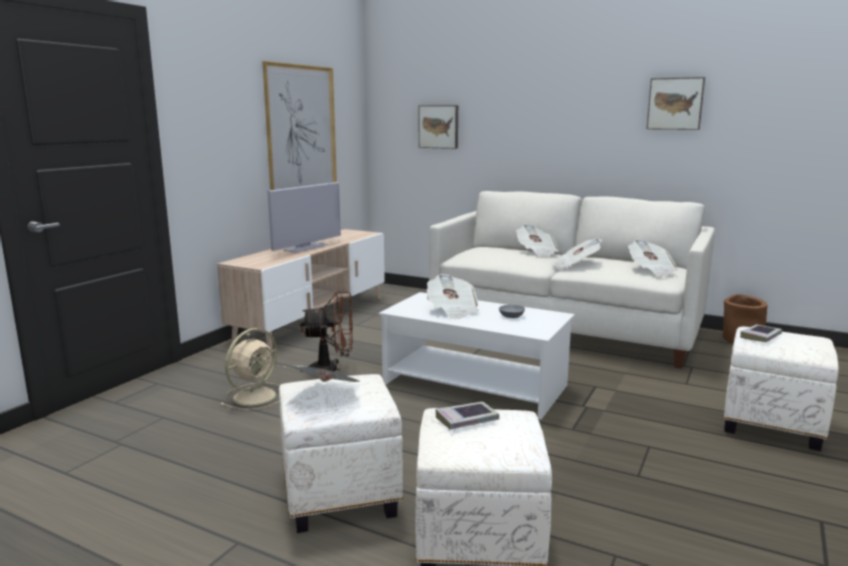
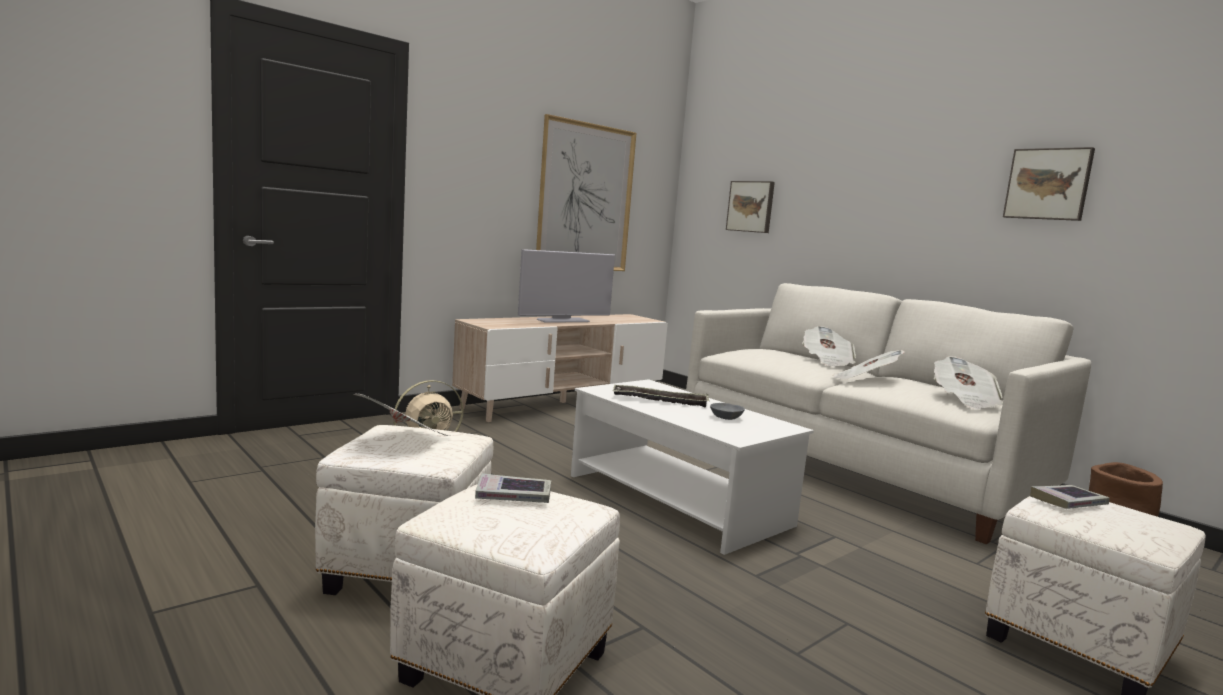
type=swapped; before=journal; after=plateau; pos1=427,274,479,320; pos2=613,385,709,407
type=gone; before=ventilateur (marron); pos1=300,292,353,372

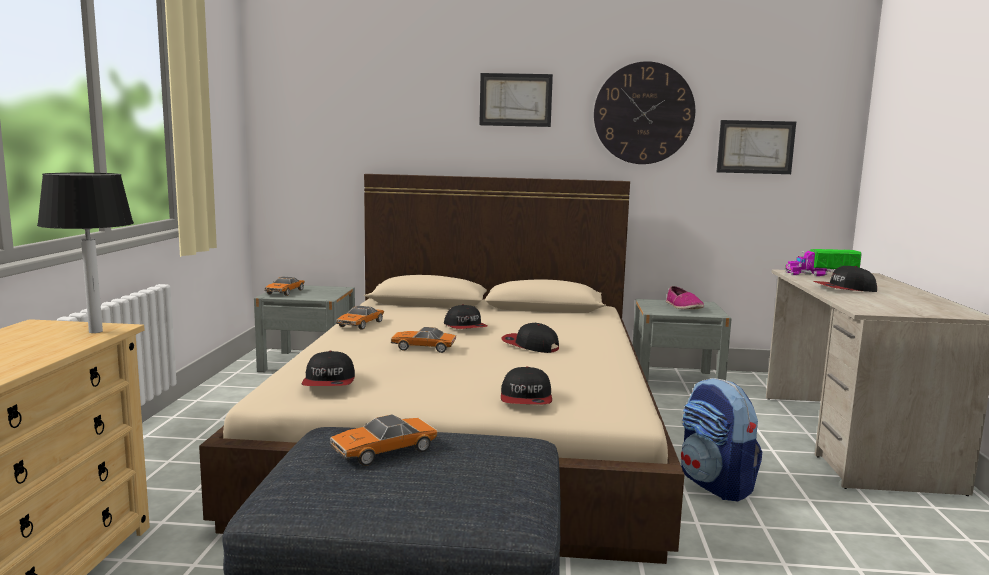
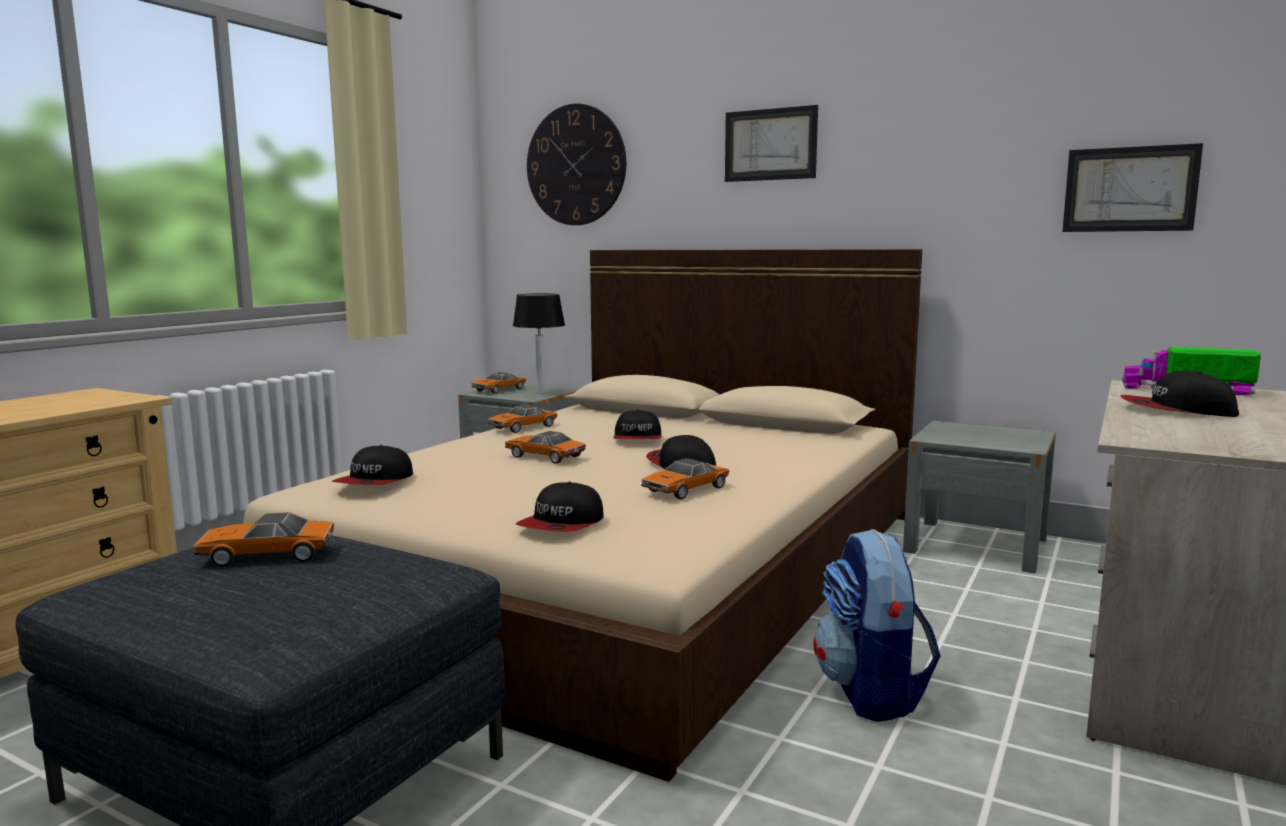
type=shifted; before=horloge murale; pos1=594,61,695,164; pos2=527,104,626,225
type=shifted; before=lampe de table; pos1=37,173,134,333; pos2=513,293,565,394
type=gone; before=chaussure; pos1=666,286,704,310
type=new; after=petite voiture; pos2=641,458,730,499

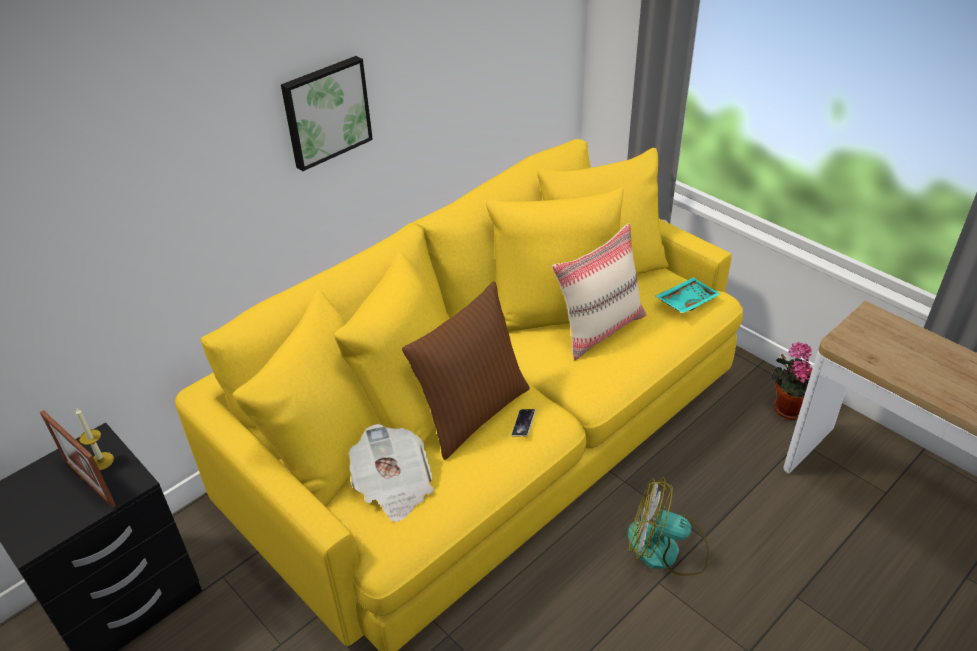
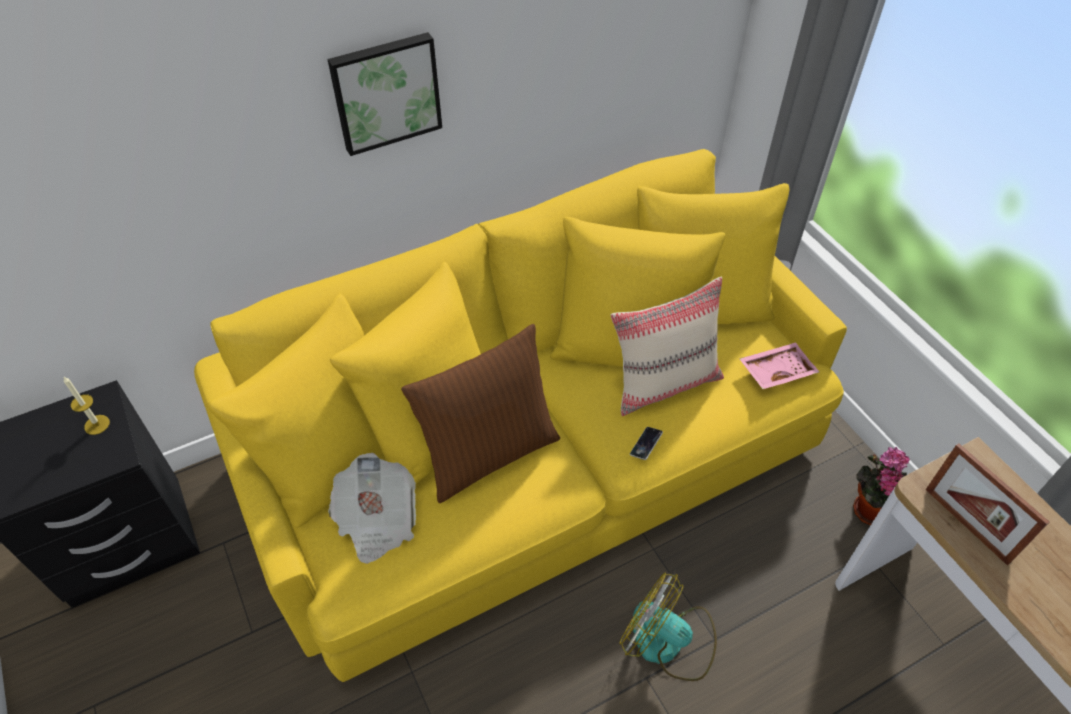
type=repainted; before=plateau (turquoise); after=plateau (rose); pos1=656,277,721,313; pos2=739,342,819,389
type=shifted; before=téléphone; pos1=511,409,536,437; pos2=630,427,663,460
type=shifted; before=cadre photo; pos1=40,410,116,508; pos2=926,443,1049,565

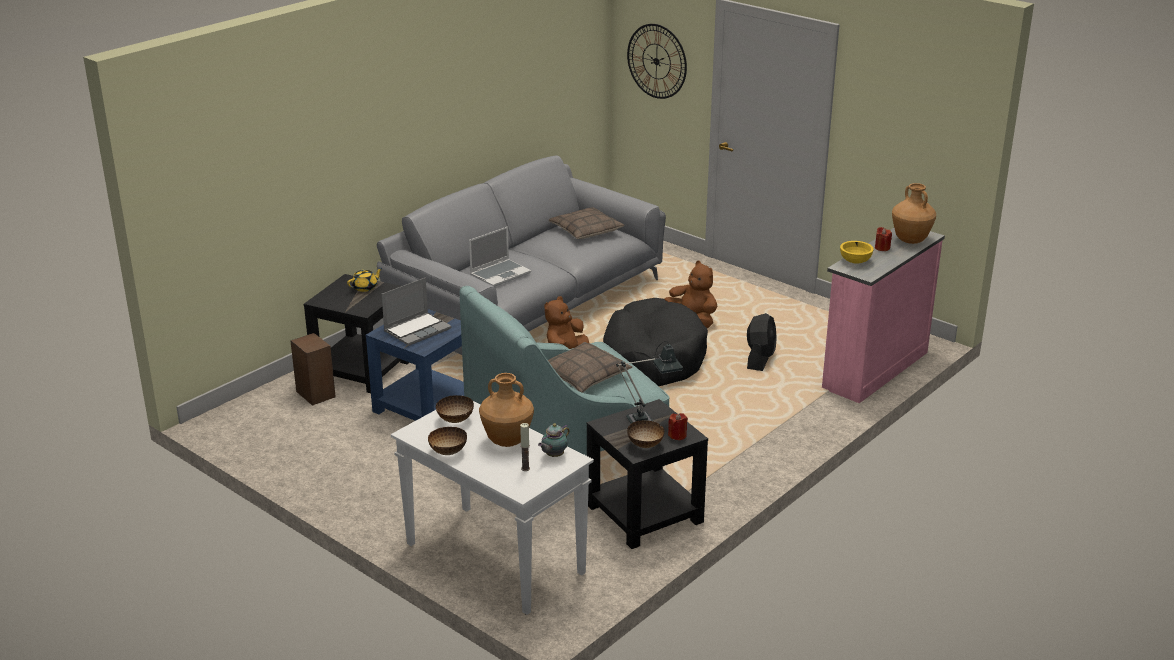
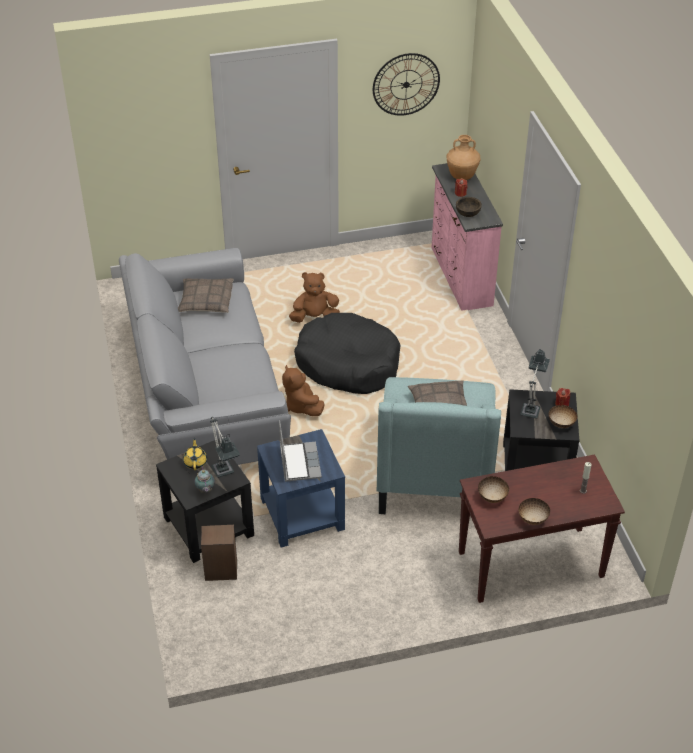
type=shifted; before=horloge murale; pos1=627,24,687,99; pos2=373,53,440,116
type=gone; before=ordinateur portable; pos1=469,227,531,287
type=repainted; before=bol (jaune); after=bol (marron); pos1=840,241,874,264; pos2=456,197,482,217
type=gone; before=ventilateur (noir); pos1=747,313,777,371
type=gone; before=vase (marron); pos1=479,373,534,447
type=repainted; before=table console (blanc); after=table console (marron); pos1=391,400,594,615; pos2=459,455,625,603
type=shifted; before=théière; pos1=538,423,570,457; pos2=194,466,215,493
type=new; after=lampe de table; pos2=210,417,240,478

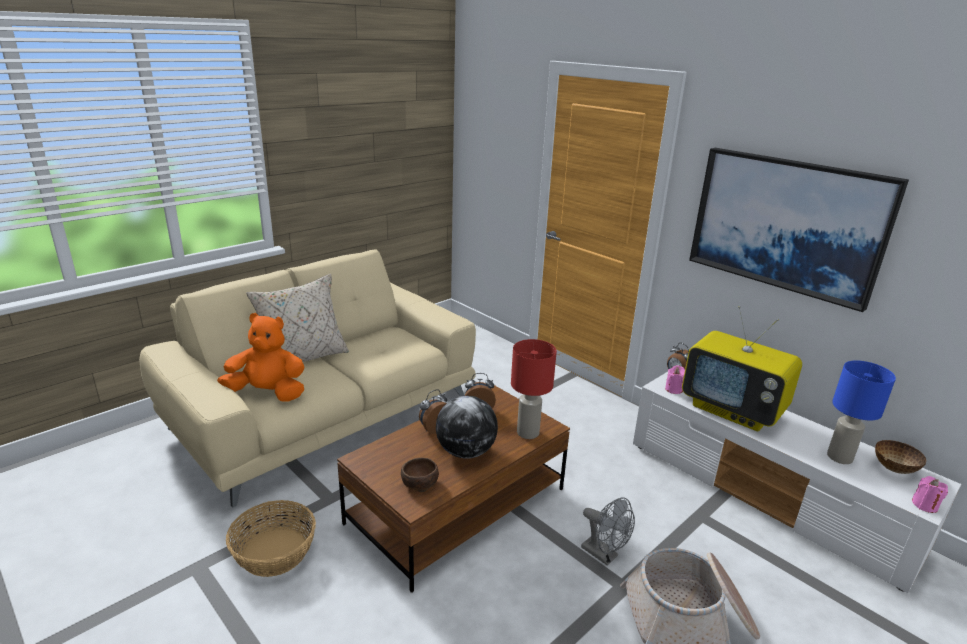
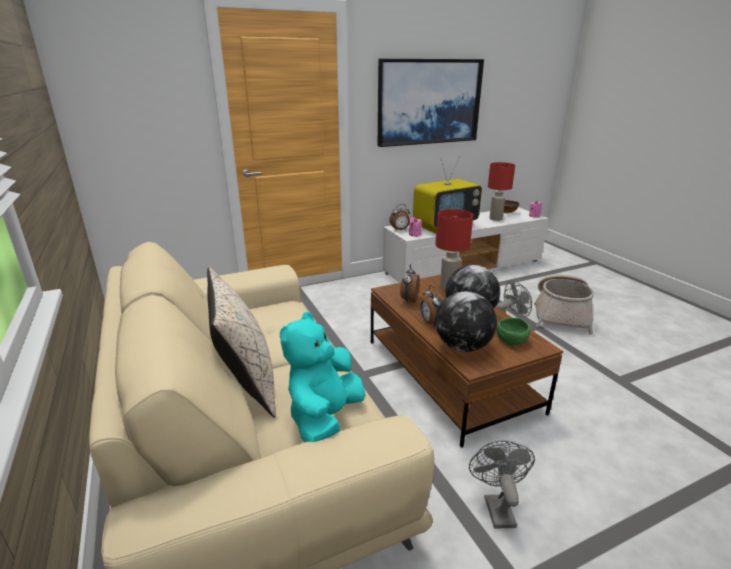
type=repainted; before=peluche (orange); after=peluche (turquoise); pos1=217,313,305,402; pos2=280,311,365,442
type=repainted; before=lampe de table (bleu); after=lampe de table (rouge); pos1=827,360,896,464; pos2=488,162,515,221
type=repainted; before=bol (marron); after=bol (vert); pos1=401,458,439,492; pos2=496,318,530,346
type=swapped; before=panier; after=ventilateur (gris); pos1=226,500,316,577; pos2=469,440,535,529
type=new; after=globe; pos2=435,291,497,352

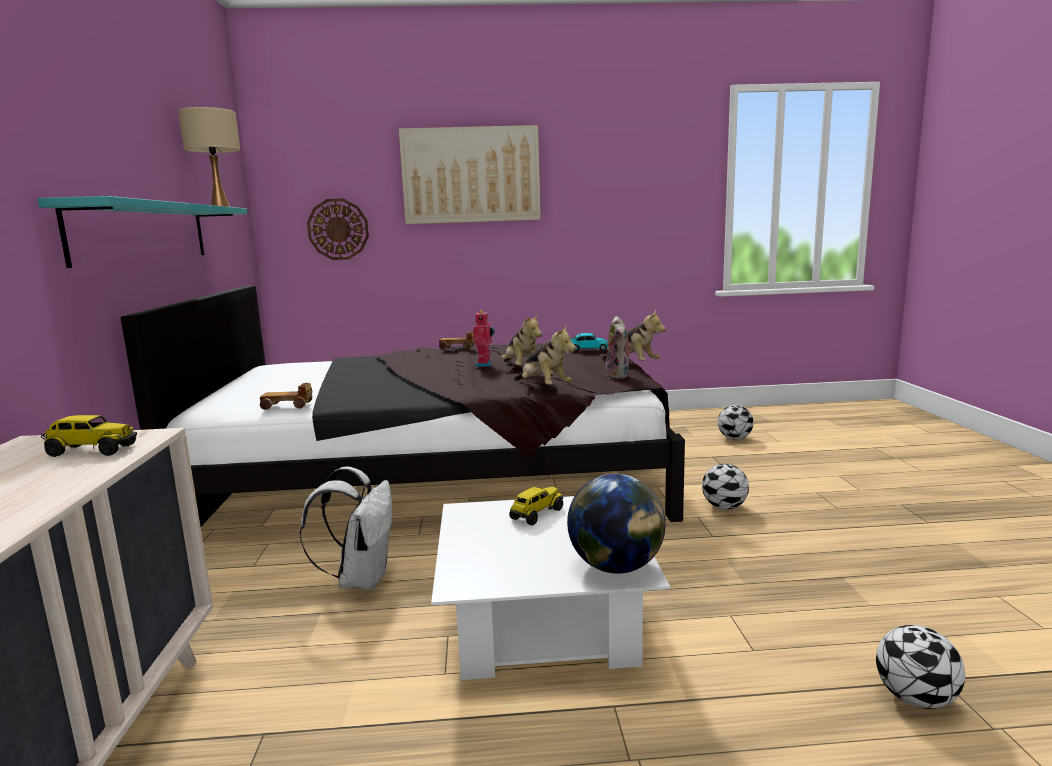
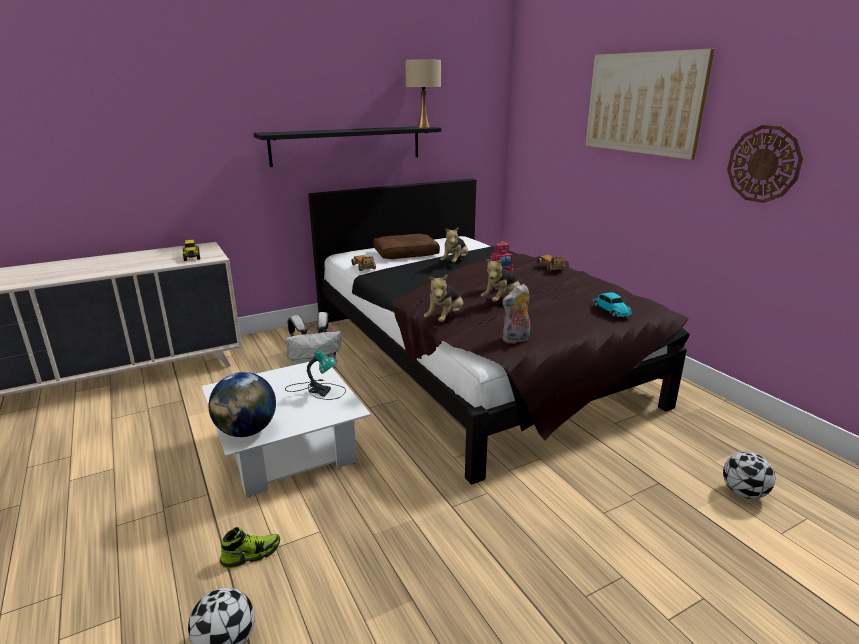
type=repainted; before=étagère (turquoise); after=étagère (noir); pos1=38,196,247,268; pos2=253,126,441,167
type=shifted; before=horloge murale; pos1=307,199,369,260; pos2=727,125,803,203
type=shifted; before=peluche; pos1=602,310,666,361; pos2=440,227,468,263
type=gone; before=ballon de foot; pos1=702,464,749,510
type=swapped; before=camion jouet; after=lampe de table; pos1=509,487,563,525; pos2=285,350,346,400
type=new; after=coussin (marron); pos2=373,234,440,259
type=new; after=chaussure; pos2=220,527,280,569

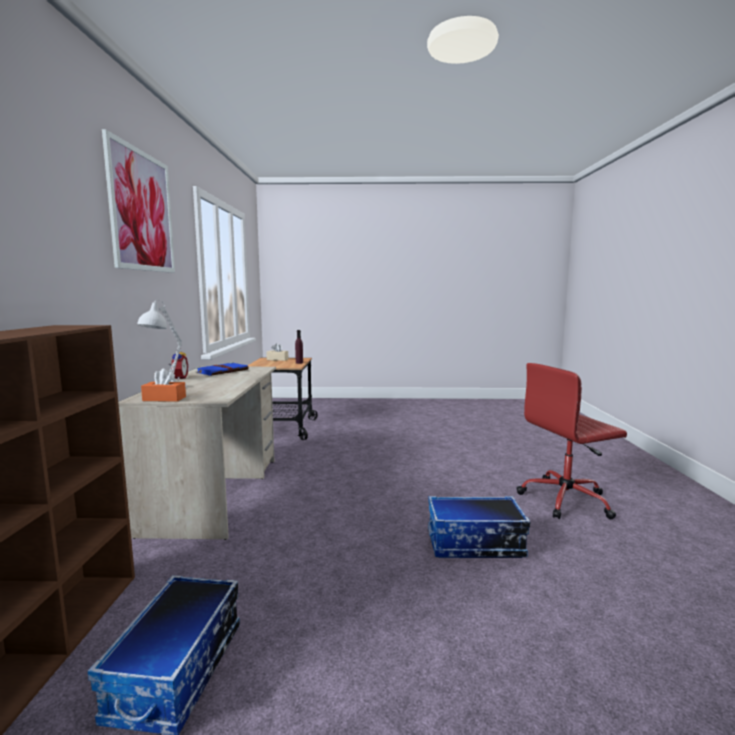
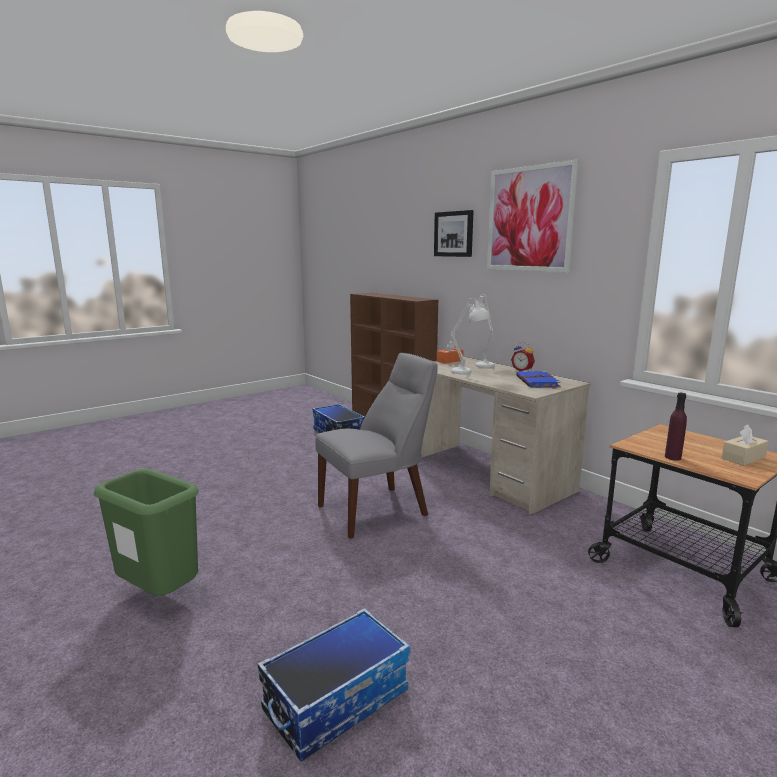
type=swapped; before=chaise de bureau (rouge); after=poubelle (vert); pos1=516,363,627,519; pos2=94,469,199,595
type=shifted; before=boîte de rangement; pos1=428,496,530,558; pos2=257,608,410,762
type=new; after=tableau; pos2=434,210,474,257
type=new; after=lampe de table (blanc); pos2=451,298,491,374
type=new; after=chaise (gris); pos2=315,353,438,539

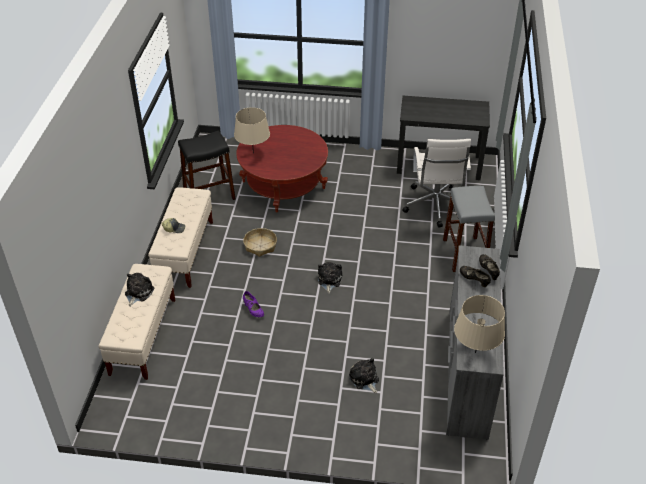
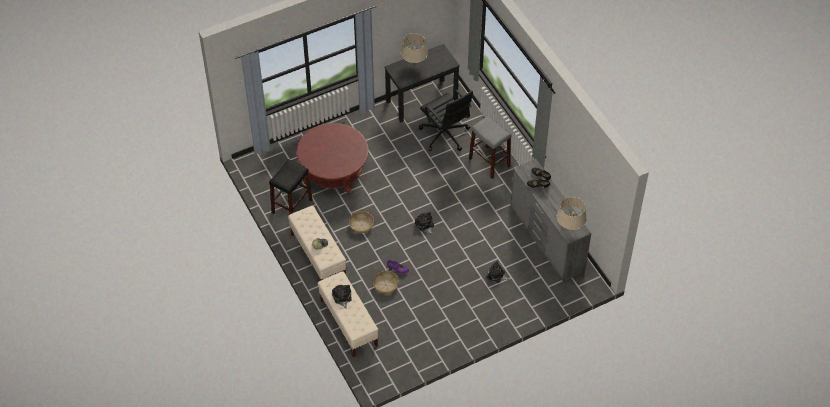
type=shifted; before=lampe de table (beige); pos1=234,107,270,154; pos2=401,33,428,65
type=repainted; before=chaise de bureau (blanc); after=chaise de bureau (noir); pos1=402,139,471,228; pos2=419,90,473,151
type=new; after=panier; pos2=373,270,399,294

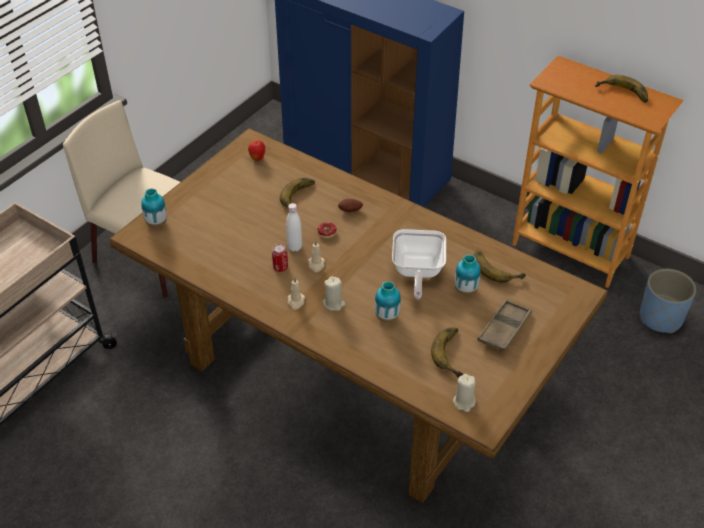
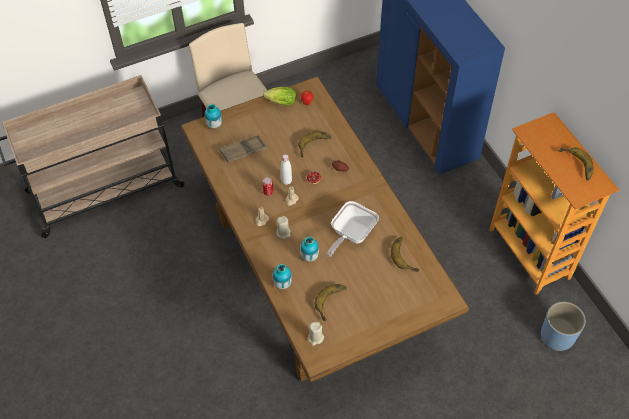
type=shifted; before=vase; pos1=455,254,481,295; pos2=273,264,292,290
type=shifted; before=plateau (marron); pos1=477,299,532,352; pos2=220,135,267,163
type=new; after=laitue; pos2=263,87,296,106

